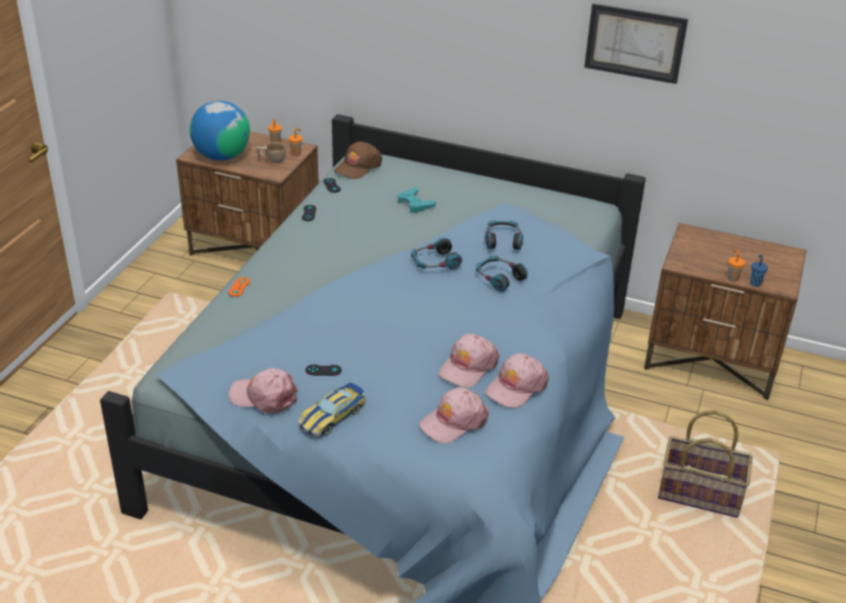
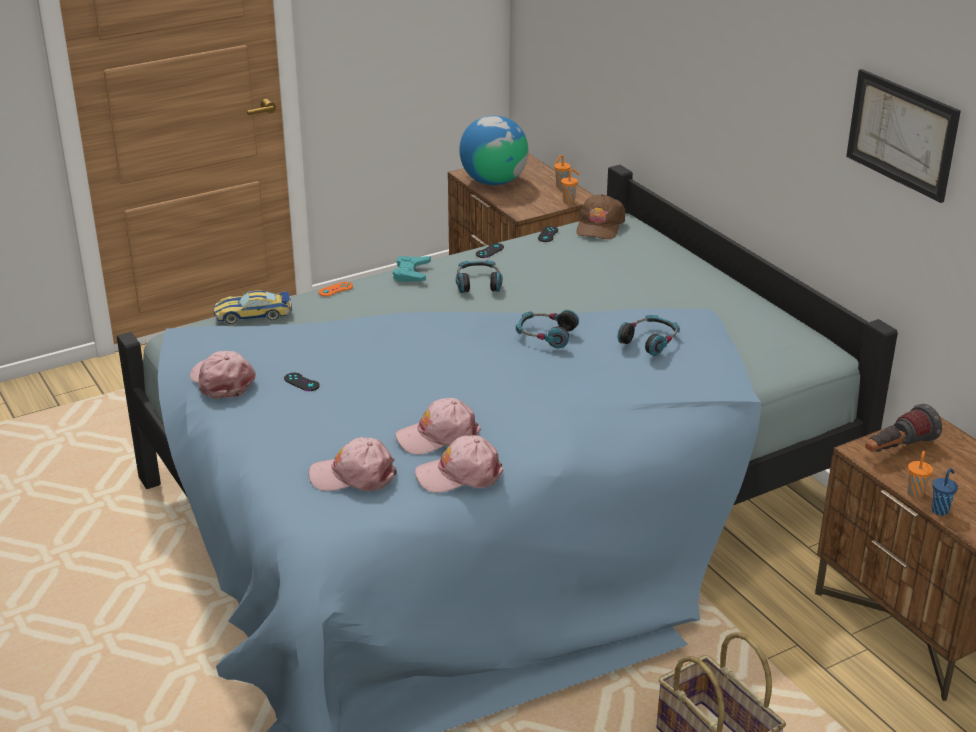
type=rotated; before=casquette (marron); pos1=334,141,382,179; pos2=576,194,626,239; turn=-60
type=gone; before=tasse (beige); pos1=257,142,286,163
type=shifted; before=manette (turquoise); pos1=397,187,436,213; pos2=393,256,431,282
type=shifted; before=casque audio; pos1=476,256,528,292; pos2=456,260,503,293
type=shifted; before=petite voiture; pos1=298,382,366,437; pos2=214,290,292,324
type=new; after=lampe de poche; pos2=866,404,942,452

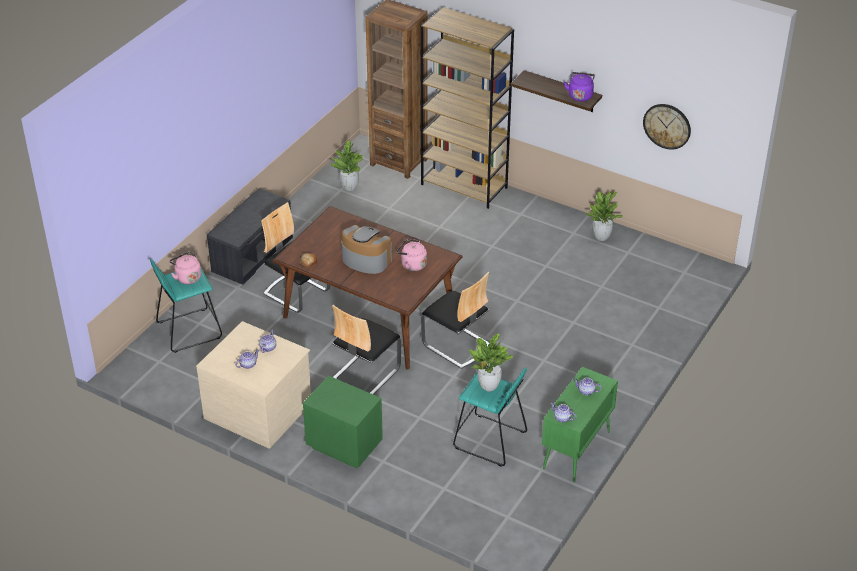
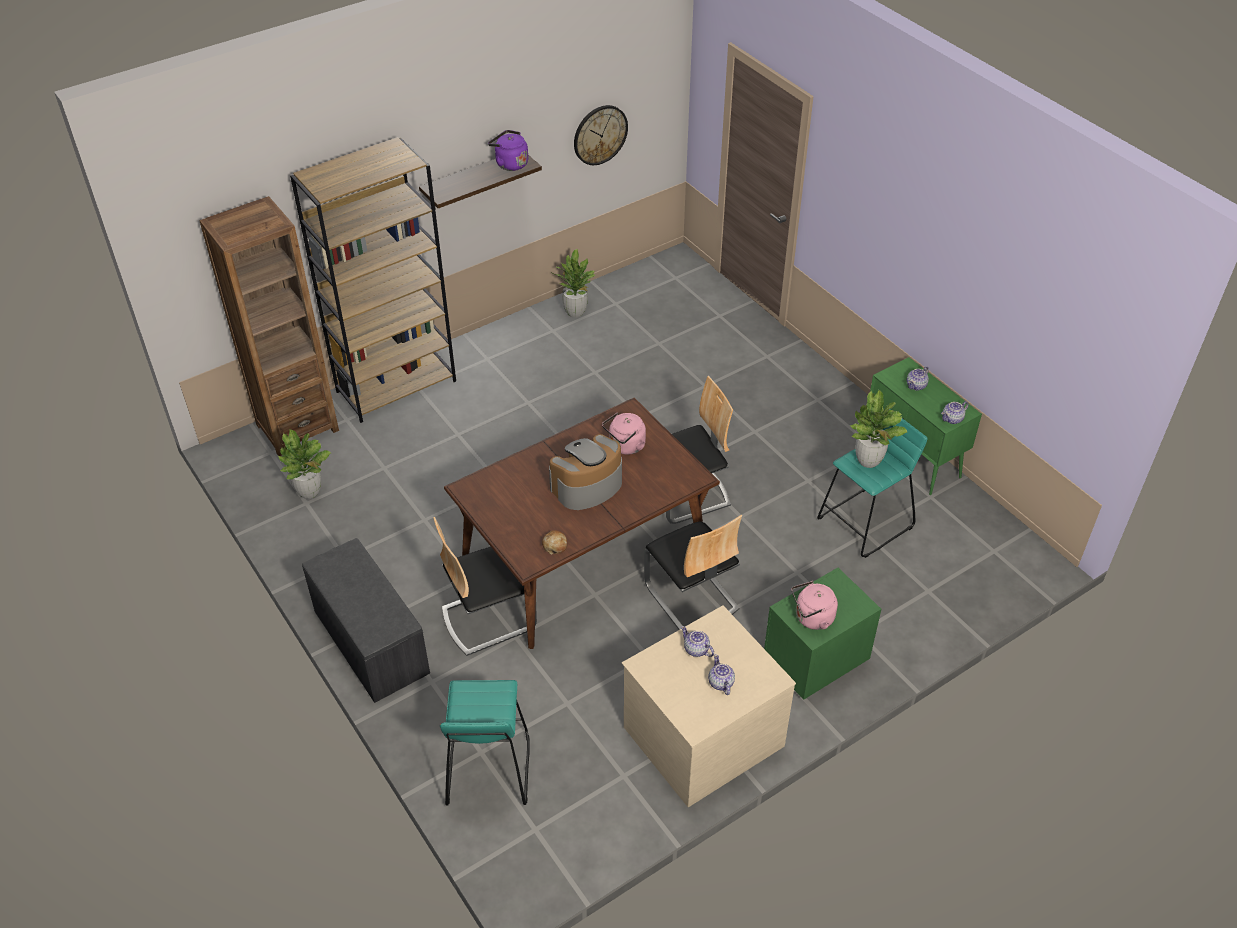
type=shifted; before=bouilloire (rose); pos1=170,251,201,284; pos2=792,581,838,630

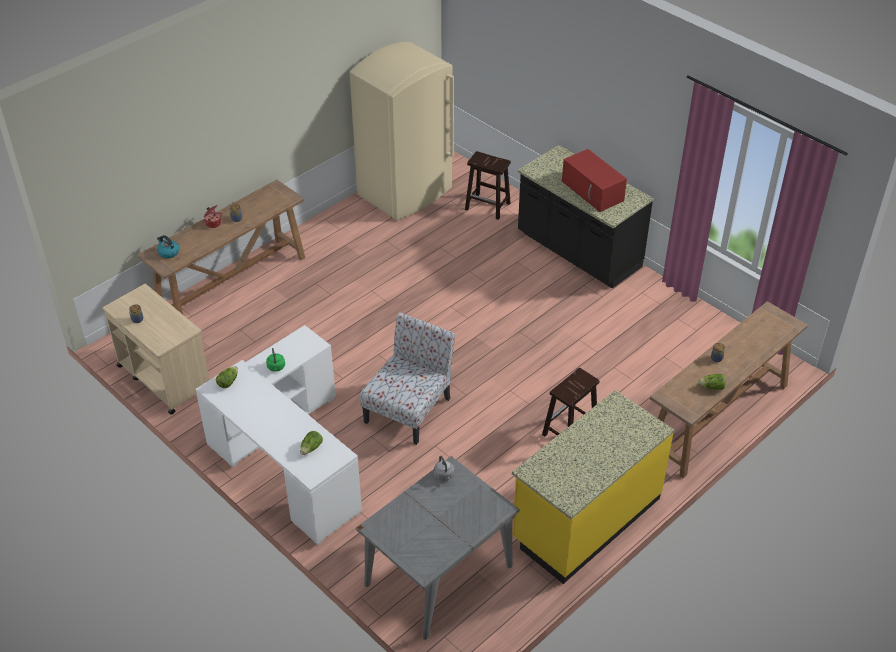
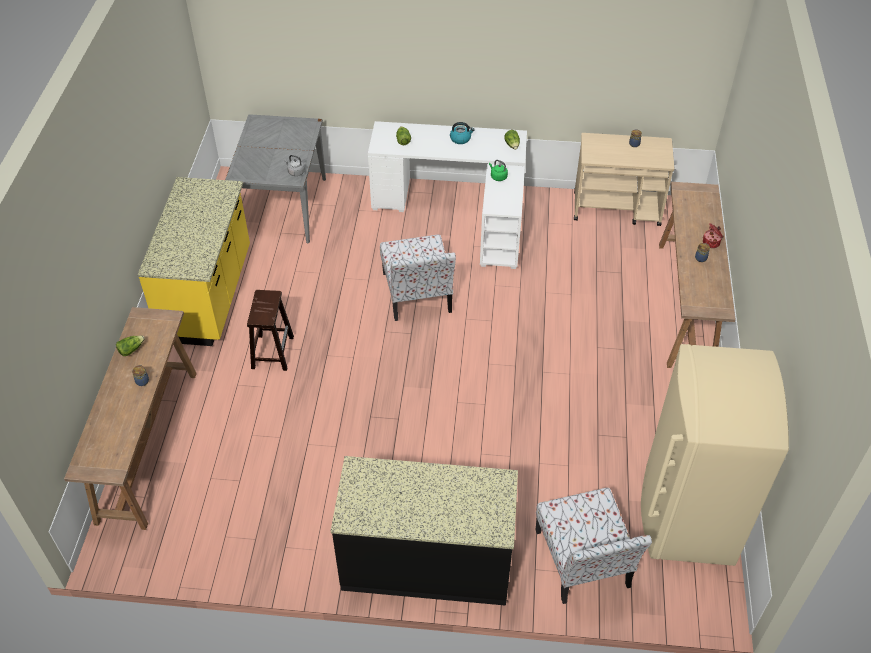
type=gone; before=micro-ondes (rouge); pos1=562,149,627,212
type=swapped; before=tabouret (marron); after=chaise; pos1=465,151,511,220; pos2=536,488,652,604
type=shifted; before=bouilloire; pos1=157,235,179,258; pos2=450,122,475,144

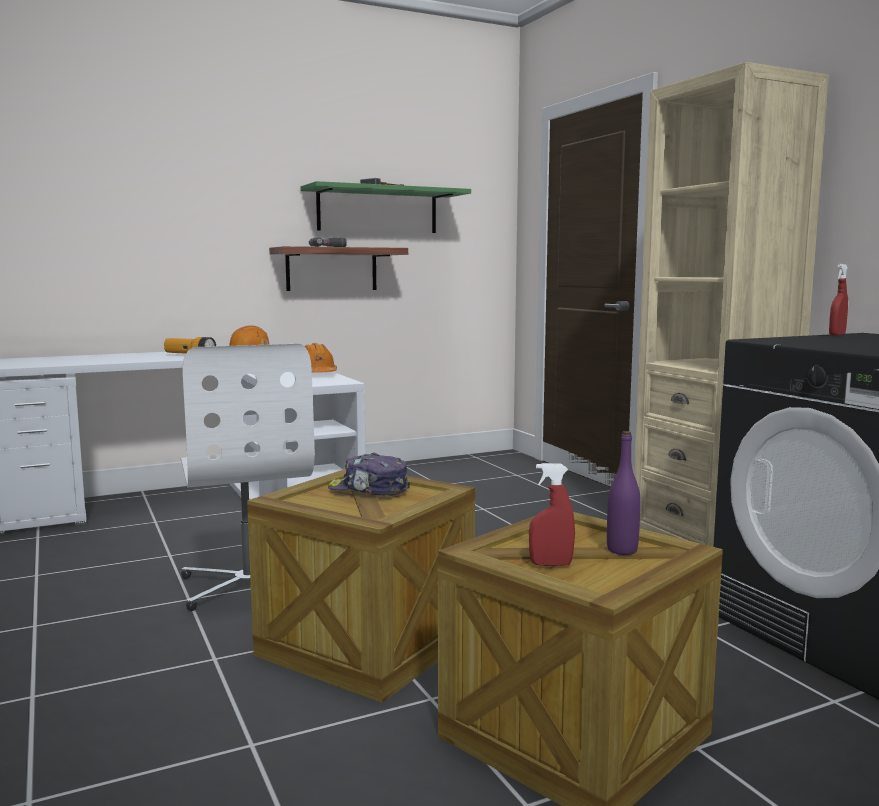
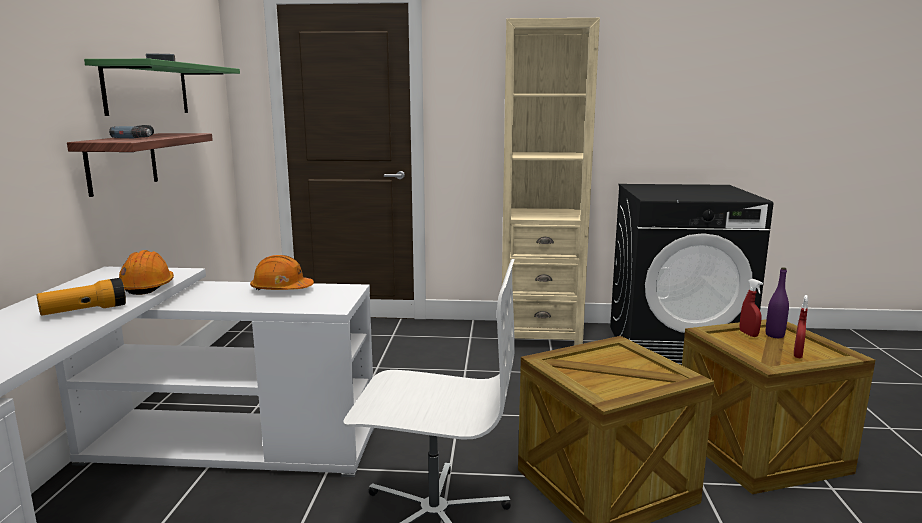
type=shifted; before=vaporisateur (rouge); pos1=829,264,848,336; pos2=740,279,763,337
type=gone; before=casquette; pos1=328,453,410,495

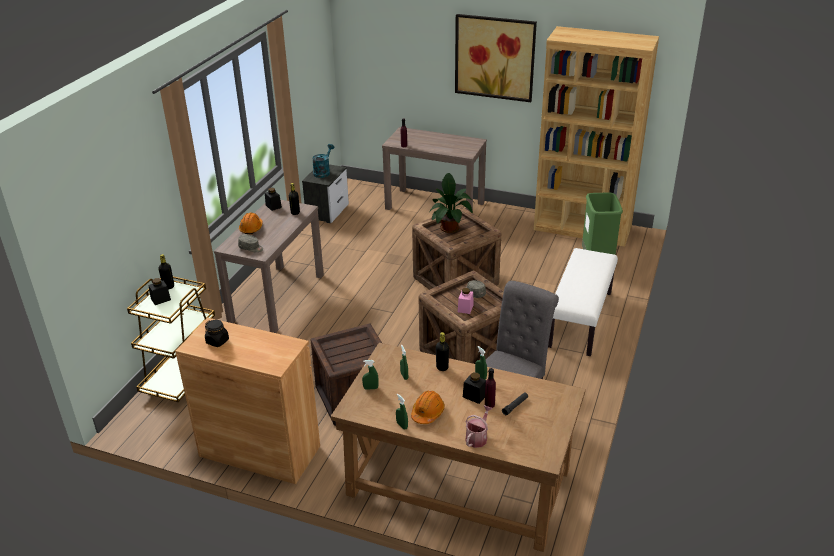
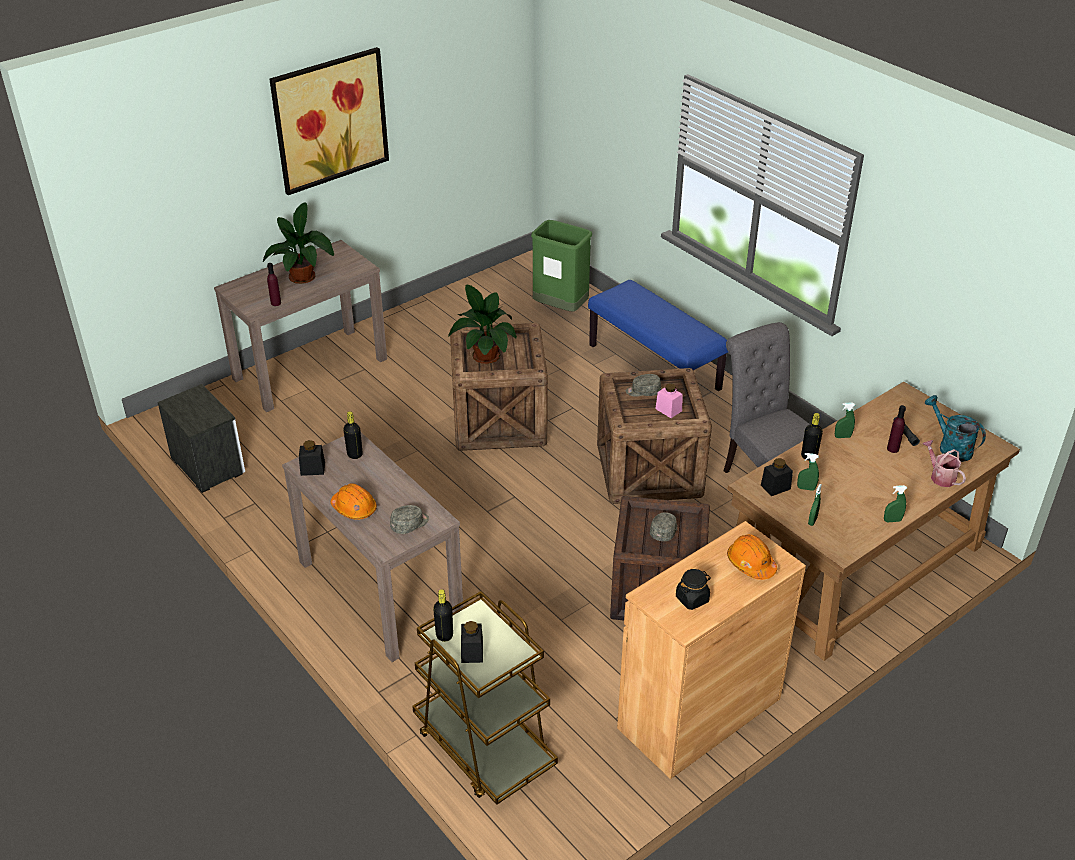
type=gone; before=bibliothèque (marron); pos1=534,26,659,247
type=shifted; before=arrosoir (turquoise); pos1=312,144,334,178; pos2=925,395,986,462
type=repainted; before=banc (blanc); after=banc (bleu); pos1=548,248,618,356; pos2=588,280,728,391
type=shifted; before=bocal (noir); pos1=463,372,486,404; pos2=761,458,793,496
type=shifted; before=casque de chantier (orange); pos1=411,391,445,424; pos2=727,534,777,580
type=new; after=plante en pot; pos2=263,202,334,284
type=new; after=casquette (gris); pos2=650,512,677,541

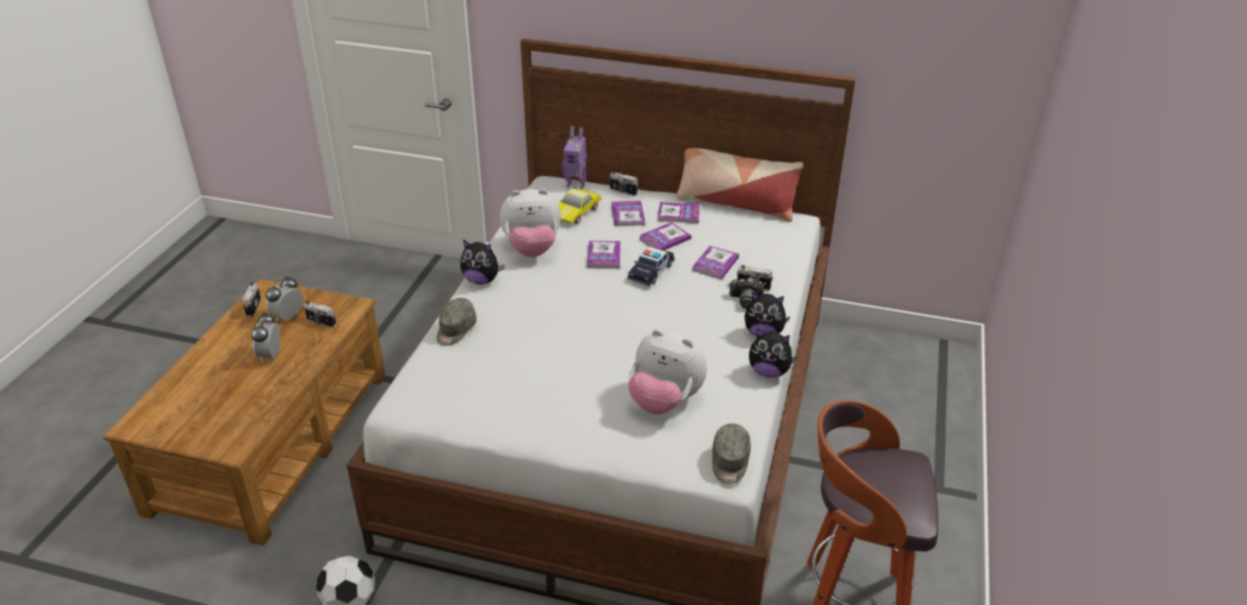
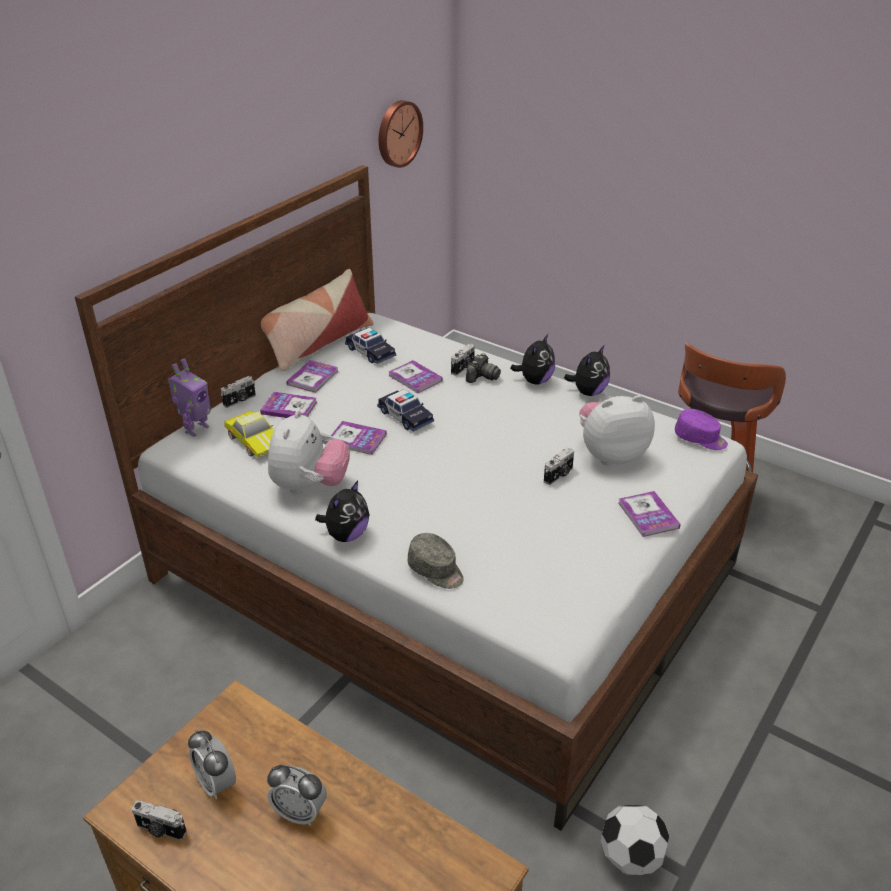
type=shifted; before=livre; pos1=640,222,691,250; pos2=618,491,681,537
type=shifted; before=appareil photo; pos1=304,301,336,328; pos2=544,448,574,485
type=rotated; before=peluche; pos1=628,329,707,414; pos2=579,395,655,465; turn=-150
type=repainted; before=casquette (gris); after=casquette (violet); pos1=712,424,751,484; pos2=675,409,728,450
type=new; after=horloge murale; pos2=379,100,423,168
type=new; after=petite voiture; pos2=345,328,396,364

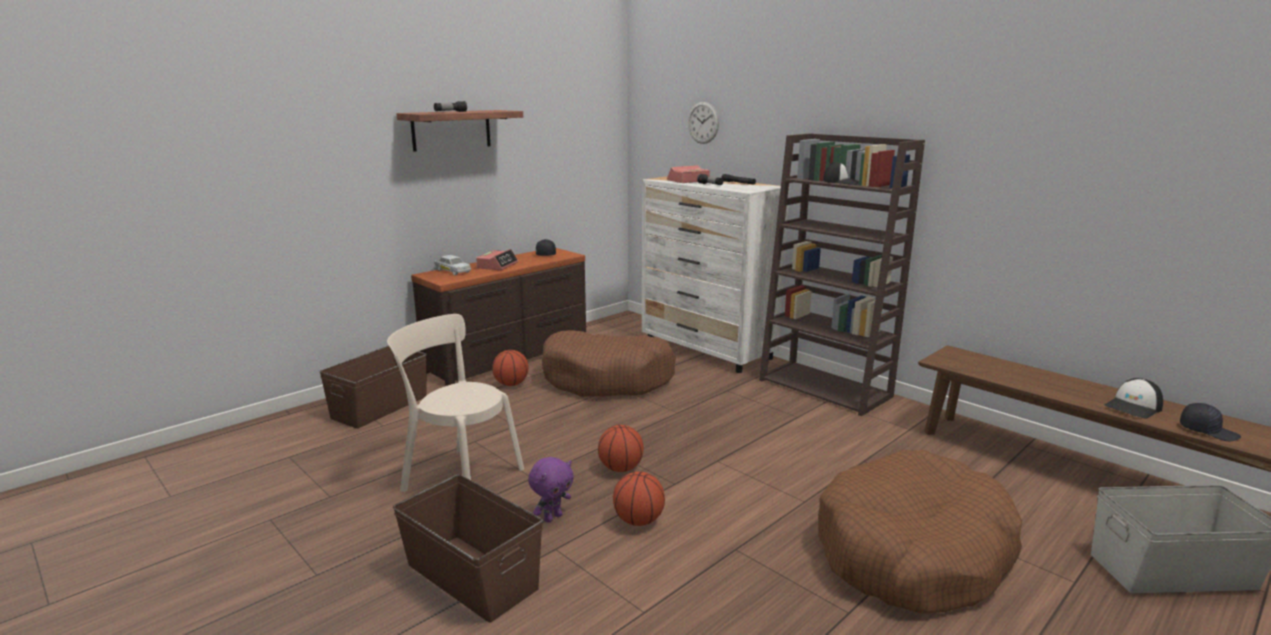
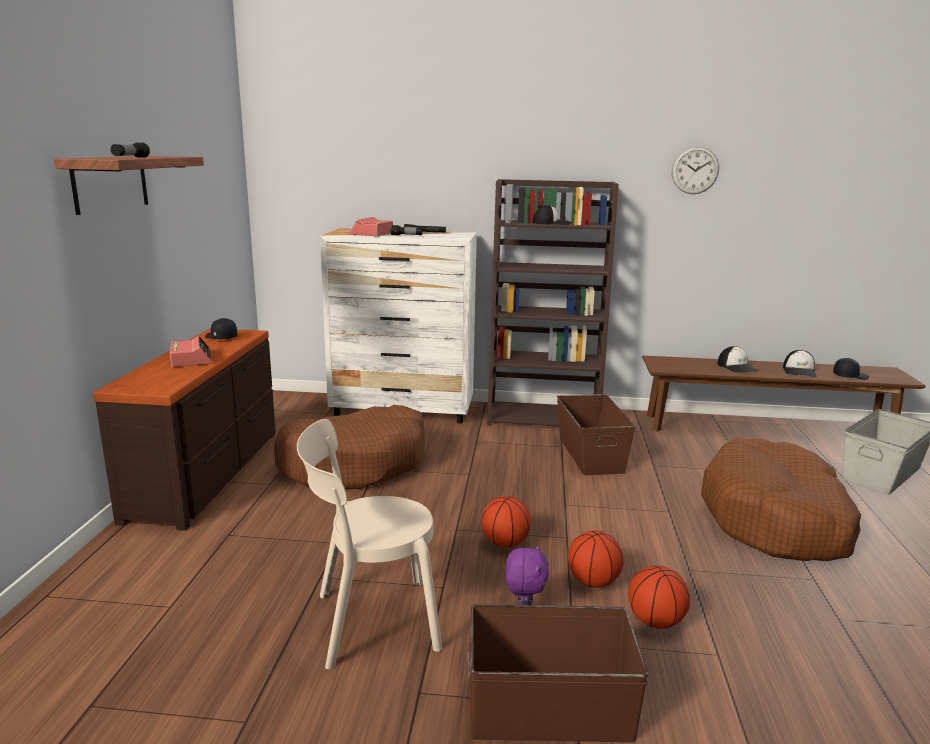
type=shifted; before=horloge murale; pos1=688,102,719,144; pos2=672,146,719,194
type=gone; before=petite voiture (blanc); pos1=434,255,471,275
type=shifted; before=boîte de rangement (marron); pos1=320,345,427,429; pos2=557,394,636,475
type=shifted; before=ballon de basket; pos1=492,350,529,386; pos2=628,566,690,629
type=new; after=casquette; pos2=717,346,759,373

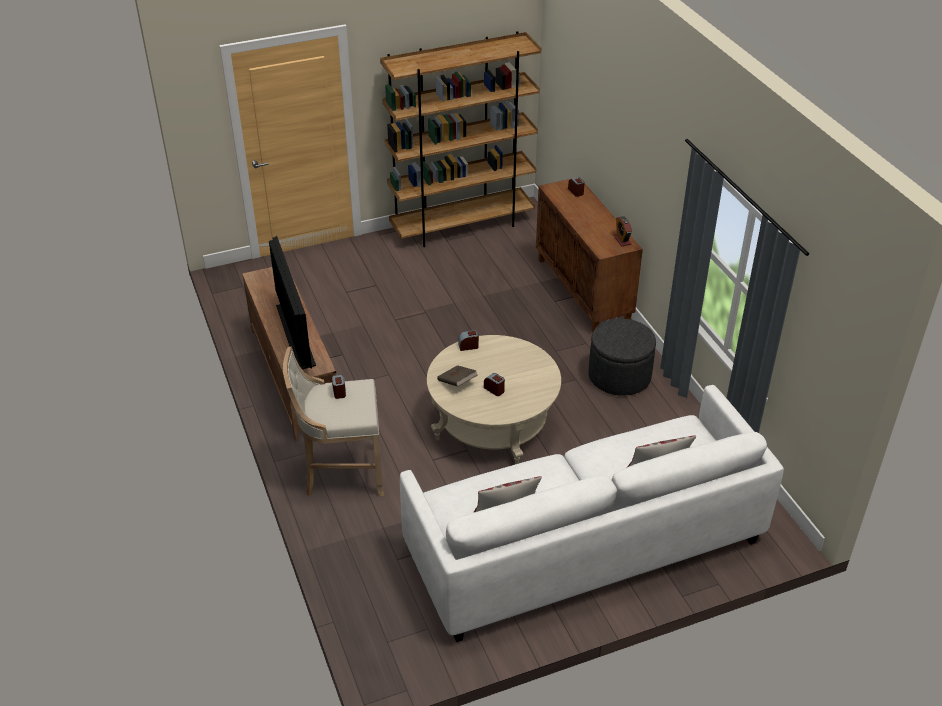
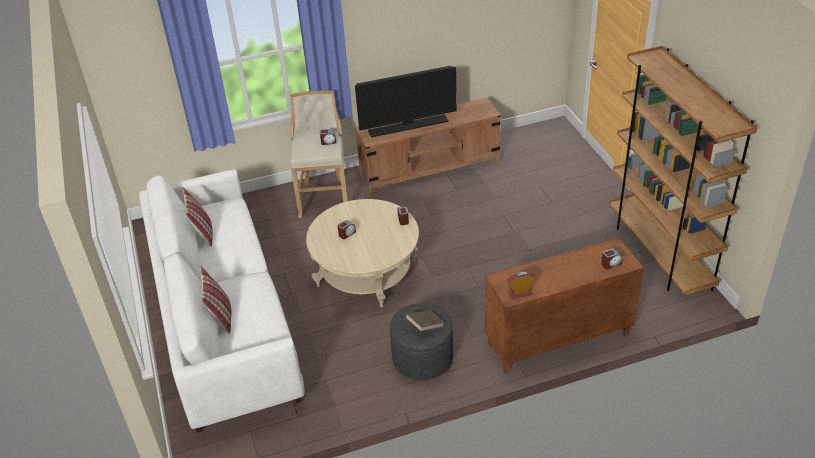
type=shifted; before=livre (marron); pos1=437,365,478,387; pos2=406,310,444,331

